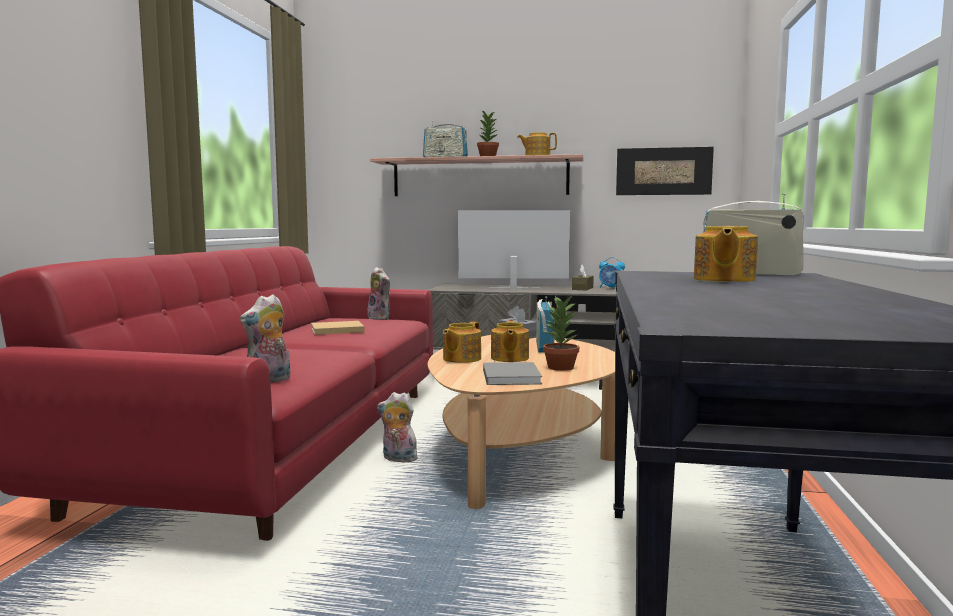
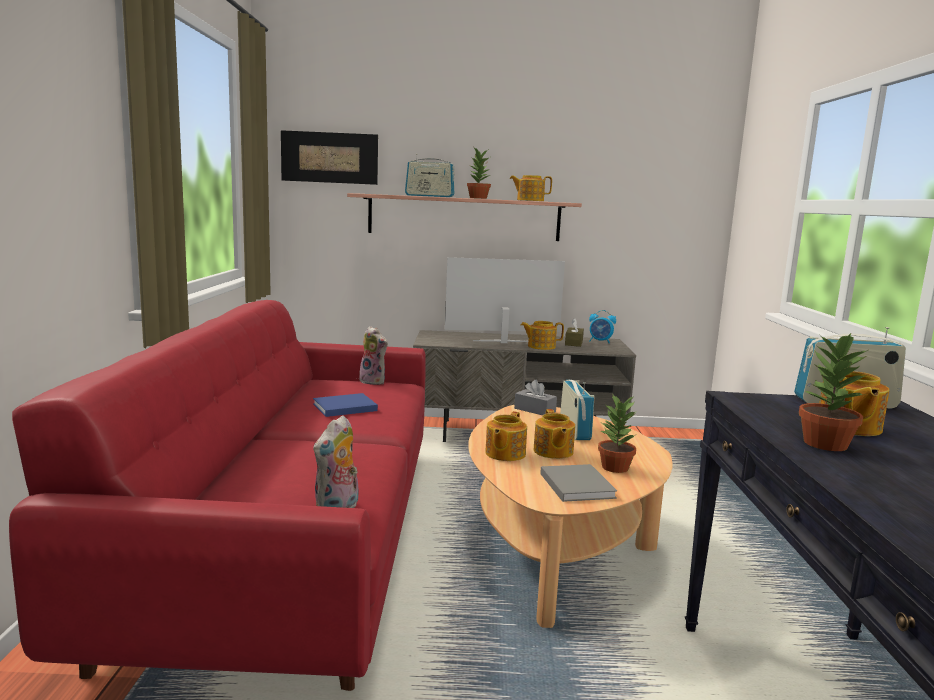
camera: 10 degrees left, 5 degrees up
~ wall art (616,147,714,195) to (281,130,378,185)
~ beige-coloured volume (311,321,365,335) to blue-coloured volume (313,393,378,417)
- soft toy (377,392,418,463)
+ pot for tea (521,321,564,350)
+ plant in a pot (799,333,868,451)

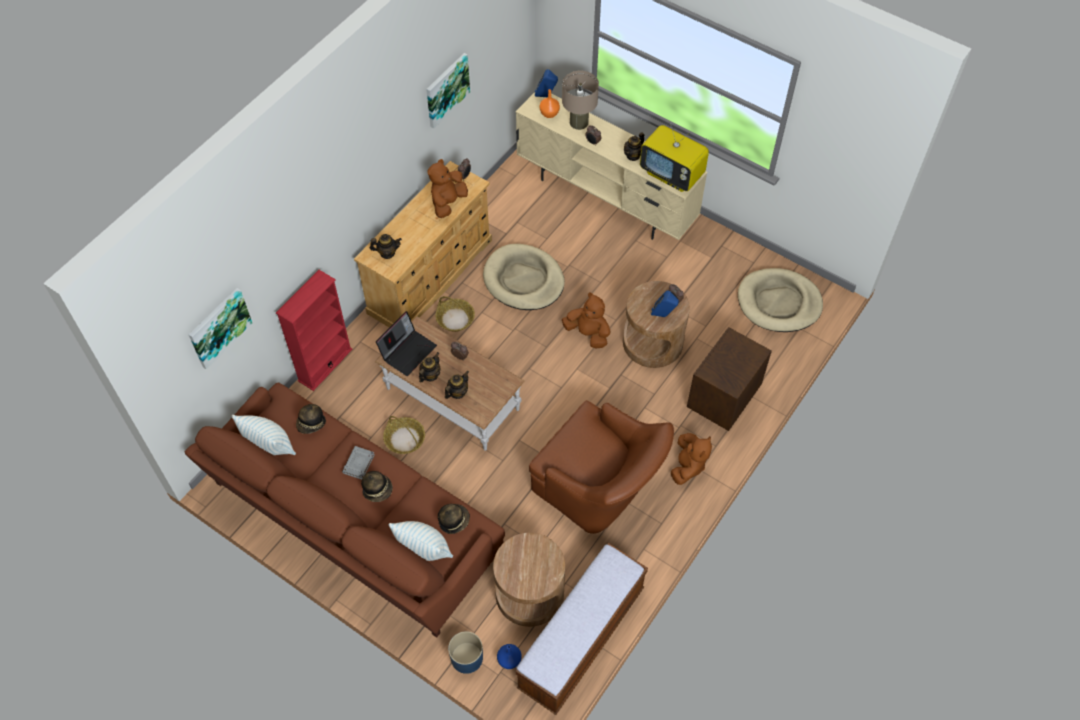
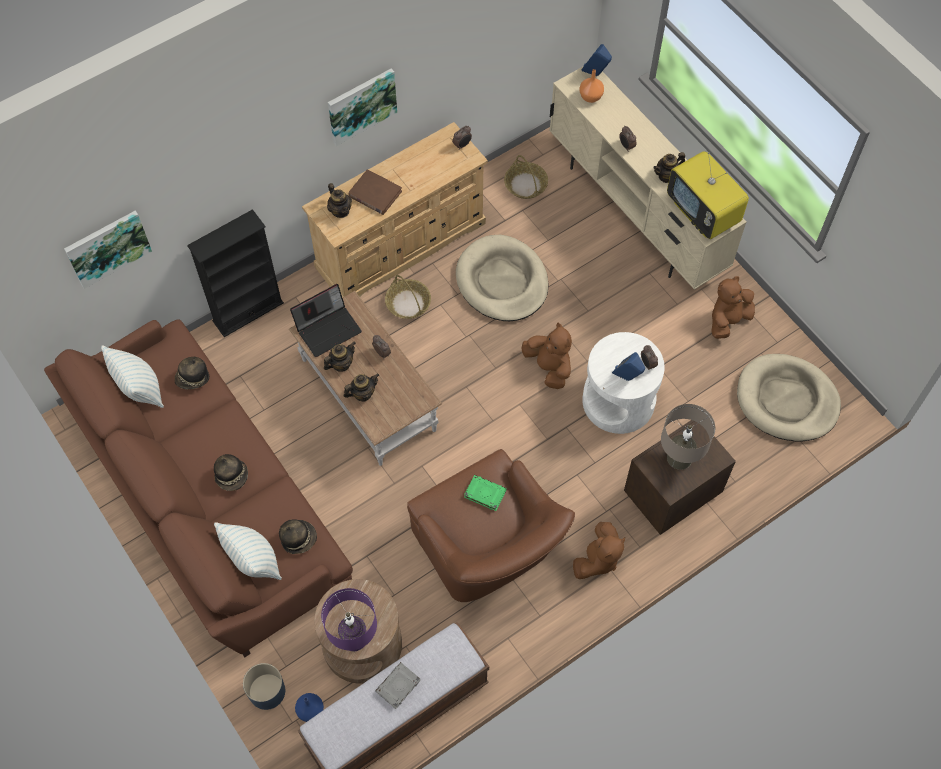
camera: 20 degrees right, 5 degrees up
~ wall art (426,53,470,129) to (328,68,397,146)
~ beige-coloured tabletop lamp (562,71,599,130) to (661,404,715,470)
~ brown soft toy (427,159,468,218) to (711,276,755,339)
~ pot for tea (370,234,402,259) = (327,183,352,218) 45 degrees clockwise
~ reddish shelving unit (276,270,352,391) to blackish shelving unit (187,209,284,337)
~ brown end table (623,281,690,368) to whitish end table (582,332,665,434)
~ household basket (383,416,425,454) to (504,155,548,199)
~ greyish volume (342,446,375,480) to (375,662,421,709)
+ brown volume (348,169,402,215)
+ green volume (464,475,507,511)
+ purple-coloured tabletop lamp (321,588,377,651)

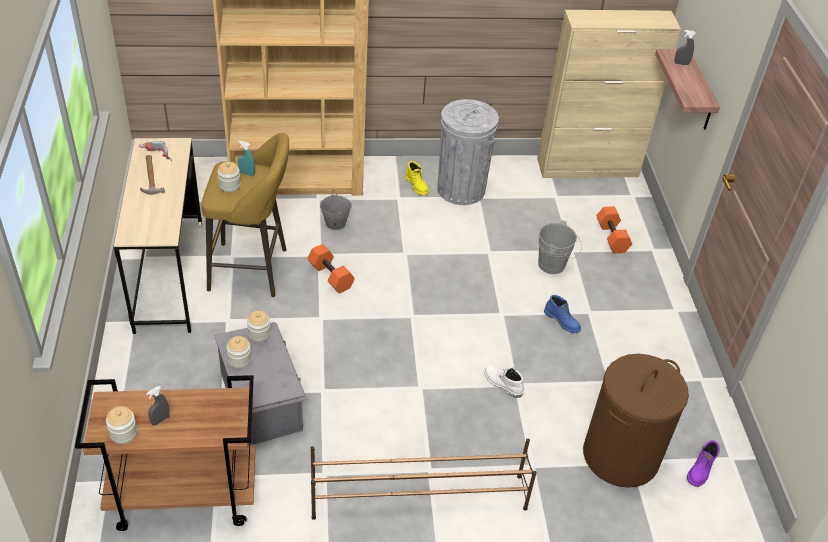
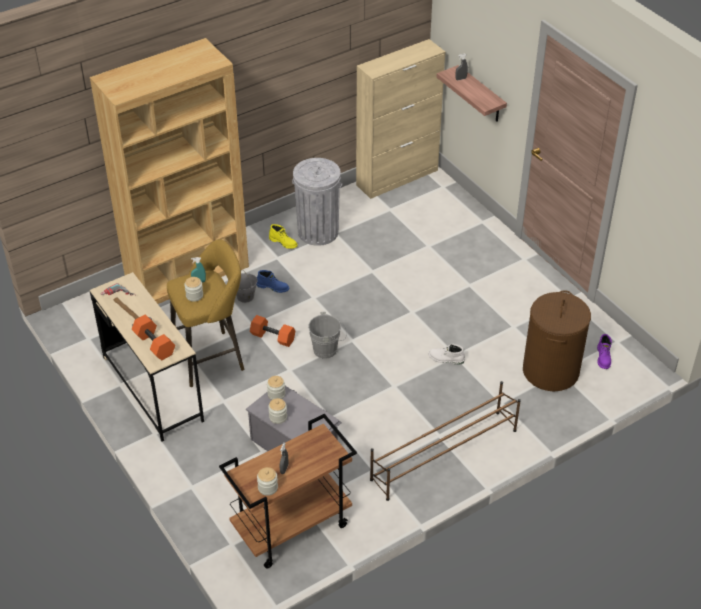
camera: 25 degrees left, 0 degrees up
~ orange free weight (596,206,632,254) to (132,315,175,360)
~ greyish water bucket (538,220,582,274) to (308,312,347,359)
~ blue-coloured tall boot (544,295,581,333) to (256,270,289,293)

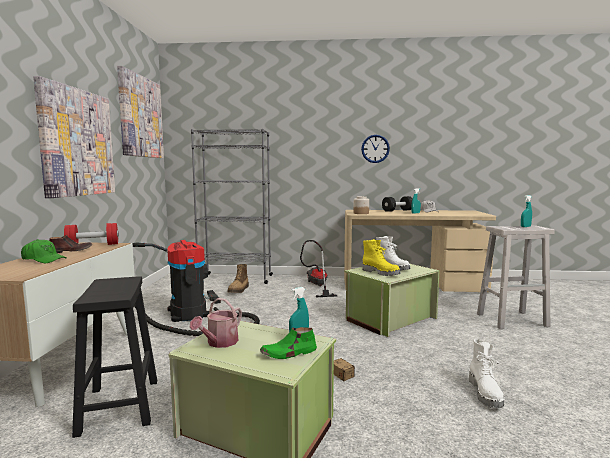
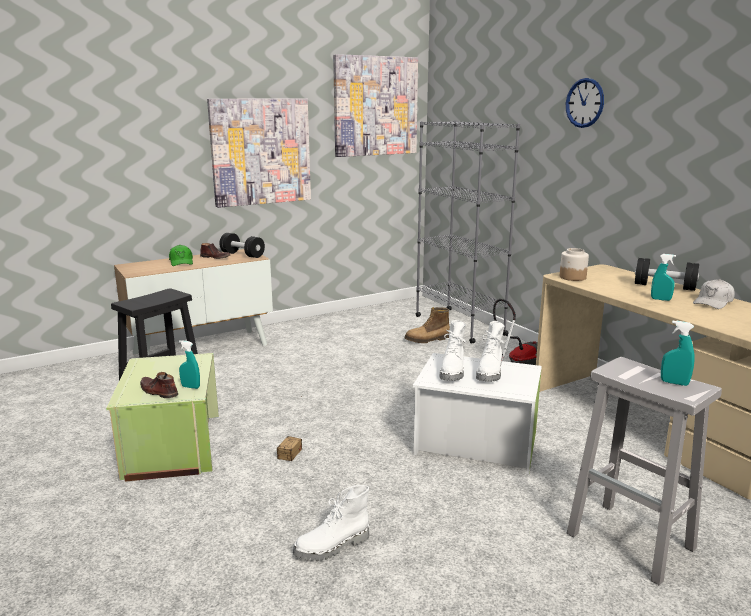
camera: 55 degrees right, 10 degrees up
~ hanging clock (361,135,390,163) to (566,78,604,128)
~ reddish free weight (64,223,119,245) to blackish free weight (220,233,265,258)
~ yellow tall boot (362,239,401,276) to whitish tall boot (439,320,466,381)
- hoover (132,240,260,336)
~ green storage box (344,264,440,337) to whitish storage box (413,353,542,475)
- watering pot (190,298,242,348)
~ green low shoe (260,327,317,359) to brown low shoe (140,372,178,398)

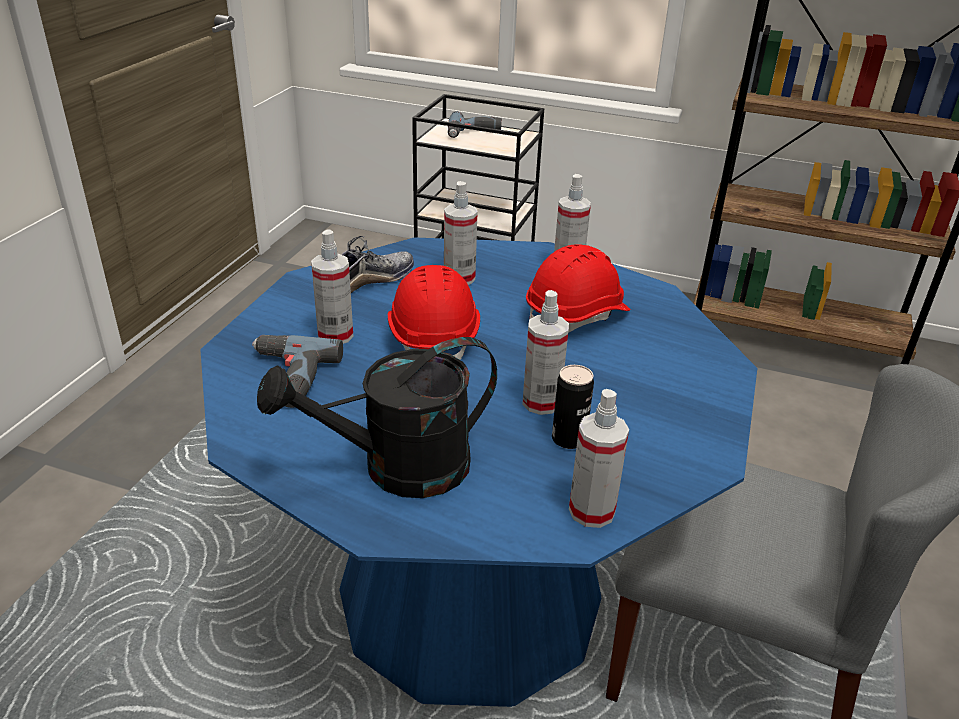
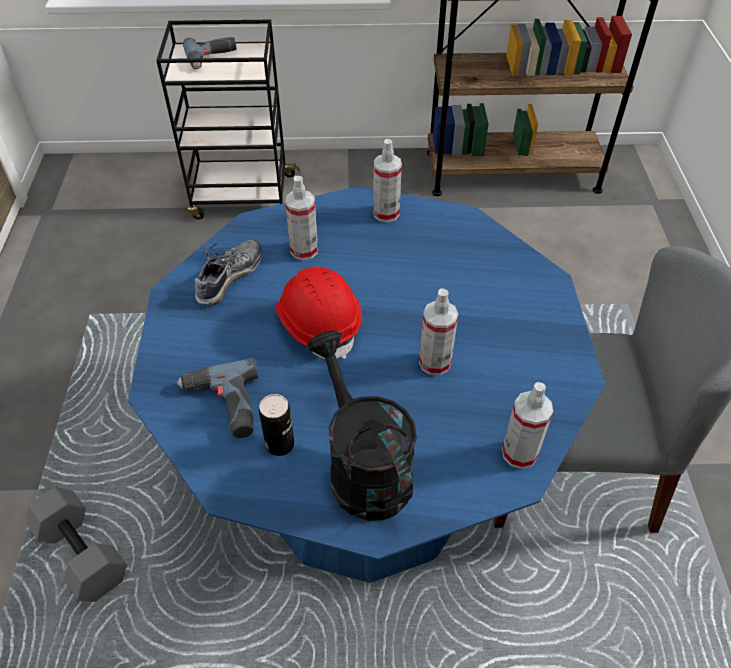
camera: 20 degrees left, 15 degrees up
- hand sprayer (311,229,353,344)
- reddish safety helmet (526,244,631,333)
~ blackish watering pot (257,337,497,498) = (307,330,417,521) 105 degrees clockwise
~ can (552,365,594,449) to (259,394,295,456)
+ greyish free weight (26,487,127,602)

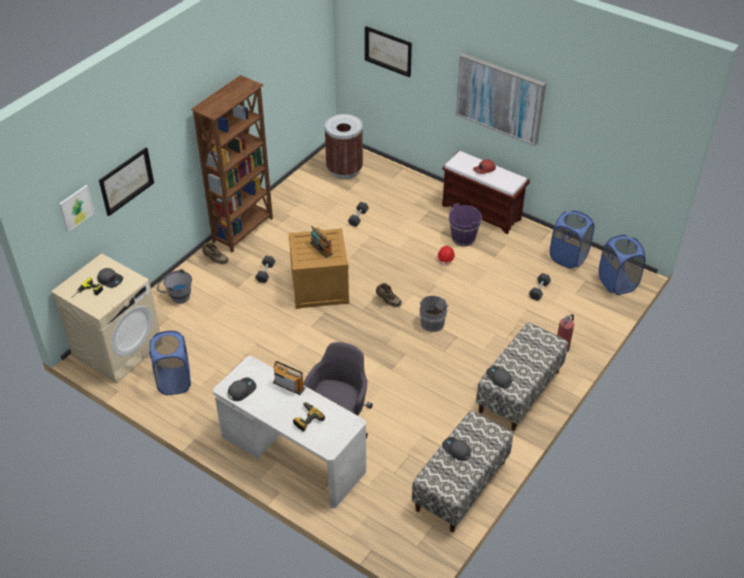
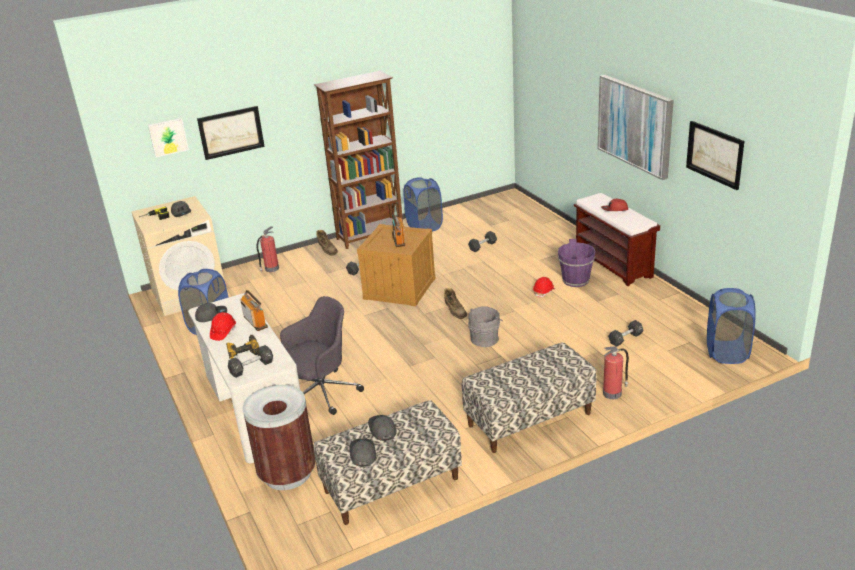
camera: 30 degrees right, 15 degrees down
~ wall art (365,26,412,78) to (686,121,744,190)
~ brown trash can (325,114,363,179) to (243,385,316,490)
~ blue-coloured hamper (550,211,594,269) to (403,177,443,232)
~ greyish water bucket (157,269,192,303) to extinguisher (257,226,279,273)
~ greyish peaked cap (486,366,512,388) to (350,438,376,467)
+ reddish safety helmet (210,312,236,341)
+ blackish free weight (228,345,273,378)

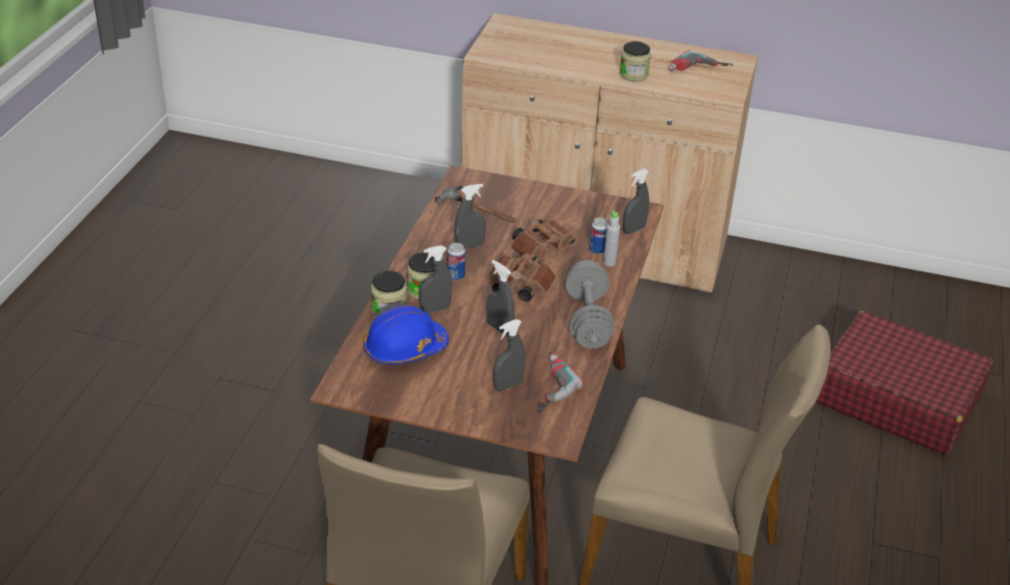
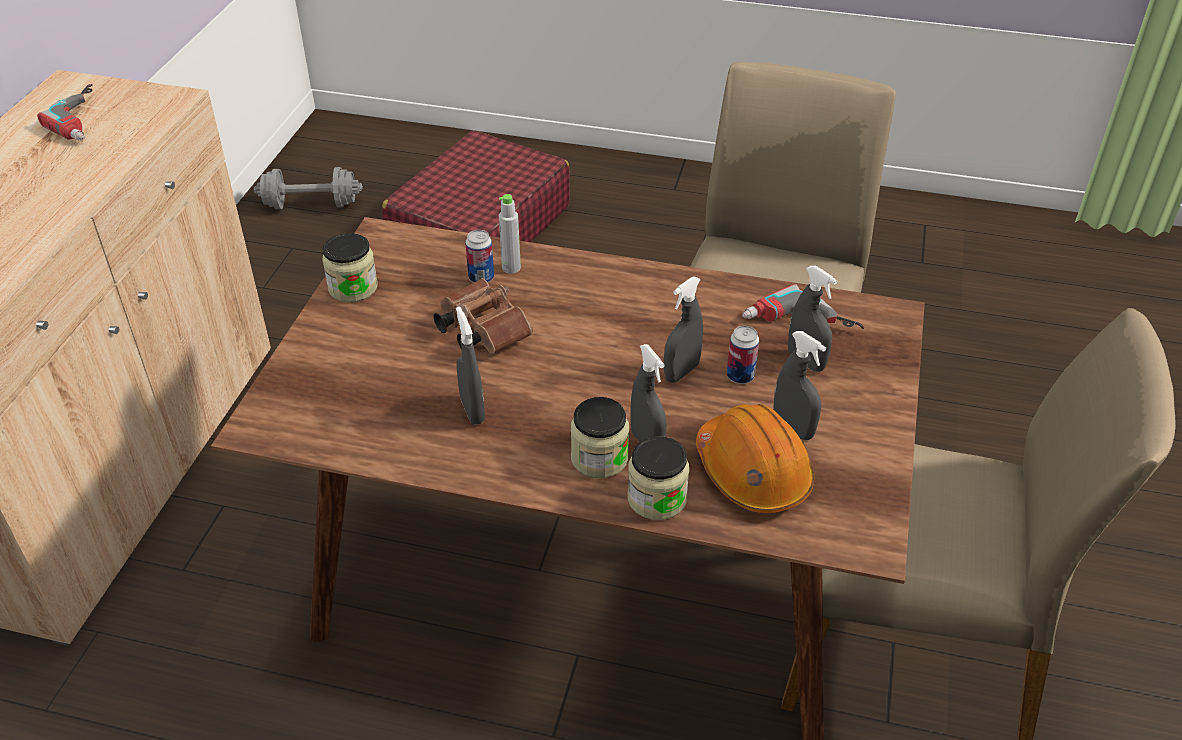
camera: 90 degrees left, 5 degrees up
~ preserve jar (620,41,651,81) to (322,233,378,302)
~ greyish hand sprayer (623,169,649,234) to (773,331,826,440)
- hand hammer (435,186,516,223)
~ can (447,243,465,280) to (727,326,759,384)
- brown field glasses (487,254,556,302)
~ greyish free weight (565,260,615,348) to (254,167,363,209)
~ blue-coloured safety helmet (363,305,449,364) to orange safety helmet (696,404,814,513)

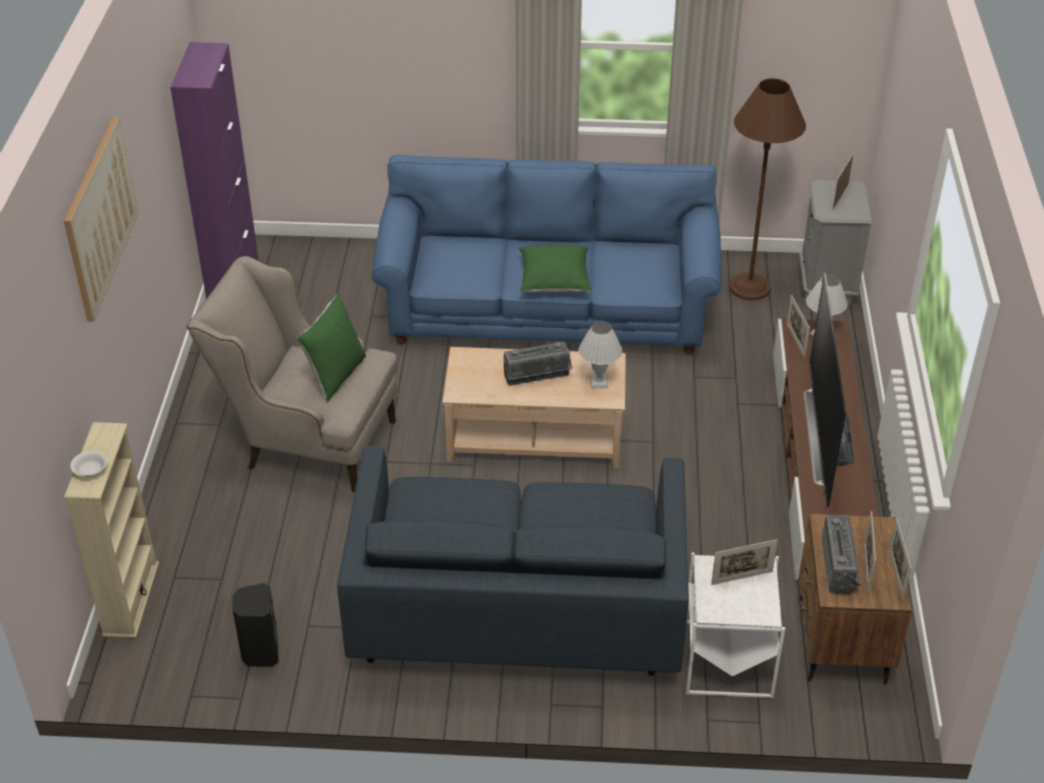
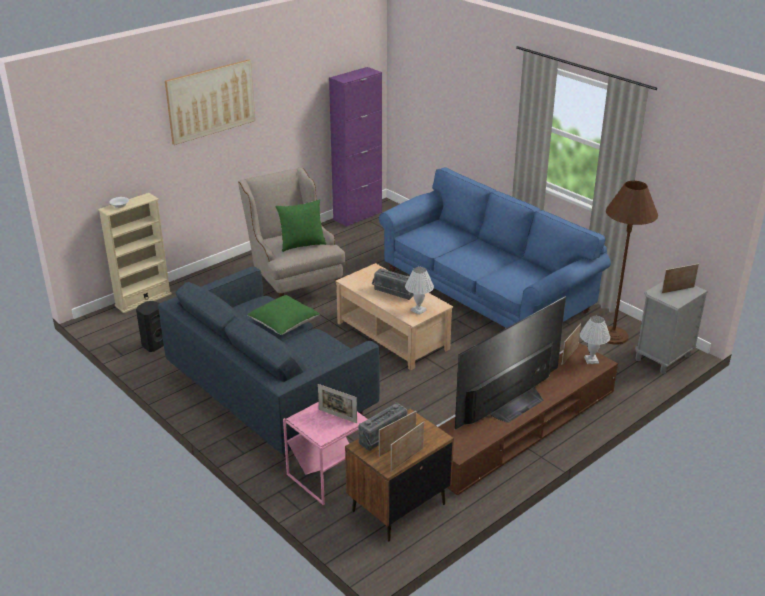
camera: 45 degrees right, 10 degrees down
~ green cushion (519,245,592,292) to (247,295,320,335)
~ whitish end table (686,552,785,698) to pink-coloured end table (283,402,367,505)

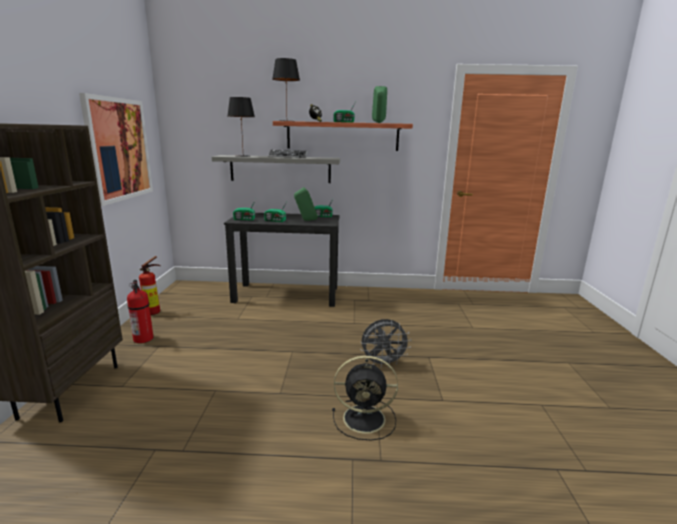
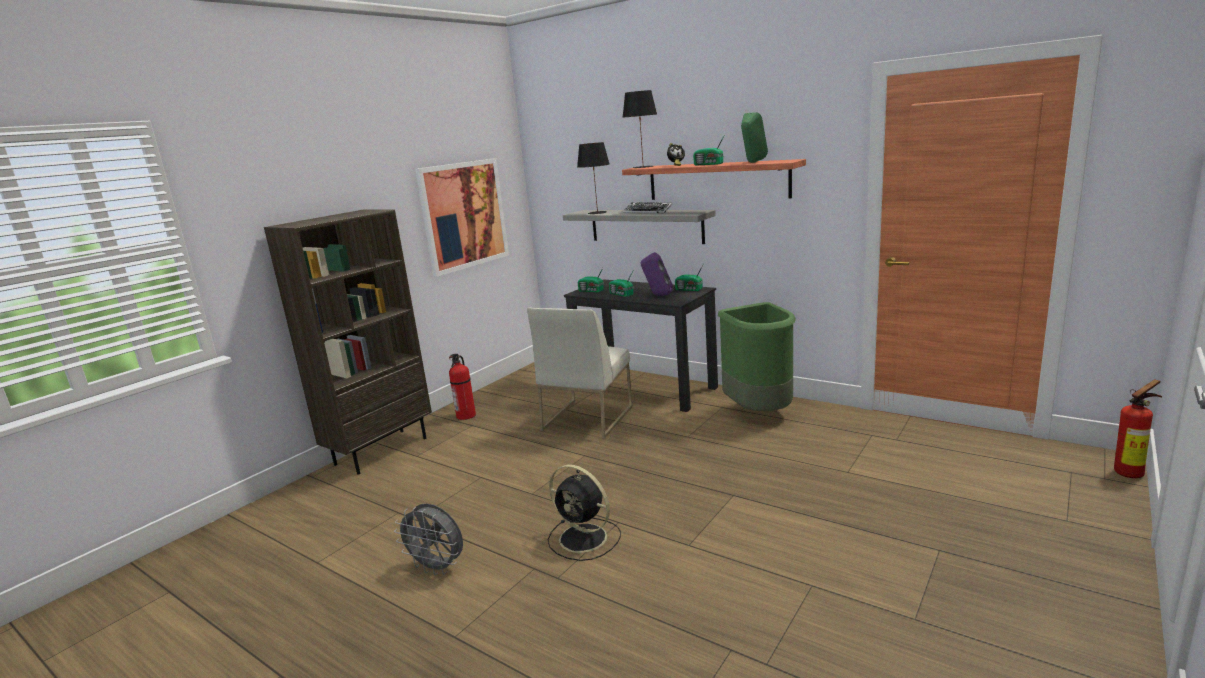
camera: 35 degrees right, 0 degrees up
~ green audio speaker (294,187,318,221) to purple-coloured audio speaker (641,252,673,296)
~ extinguisher (139,256,161,315) to (1114,379,1162,478)
~ greyish fan (360,319,411,368) to (394,504,463,575)
+ green trash can (718,302,796,411)
+ whitish chair (527,308,633,439)

